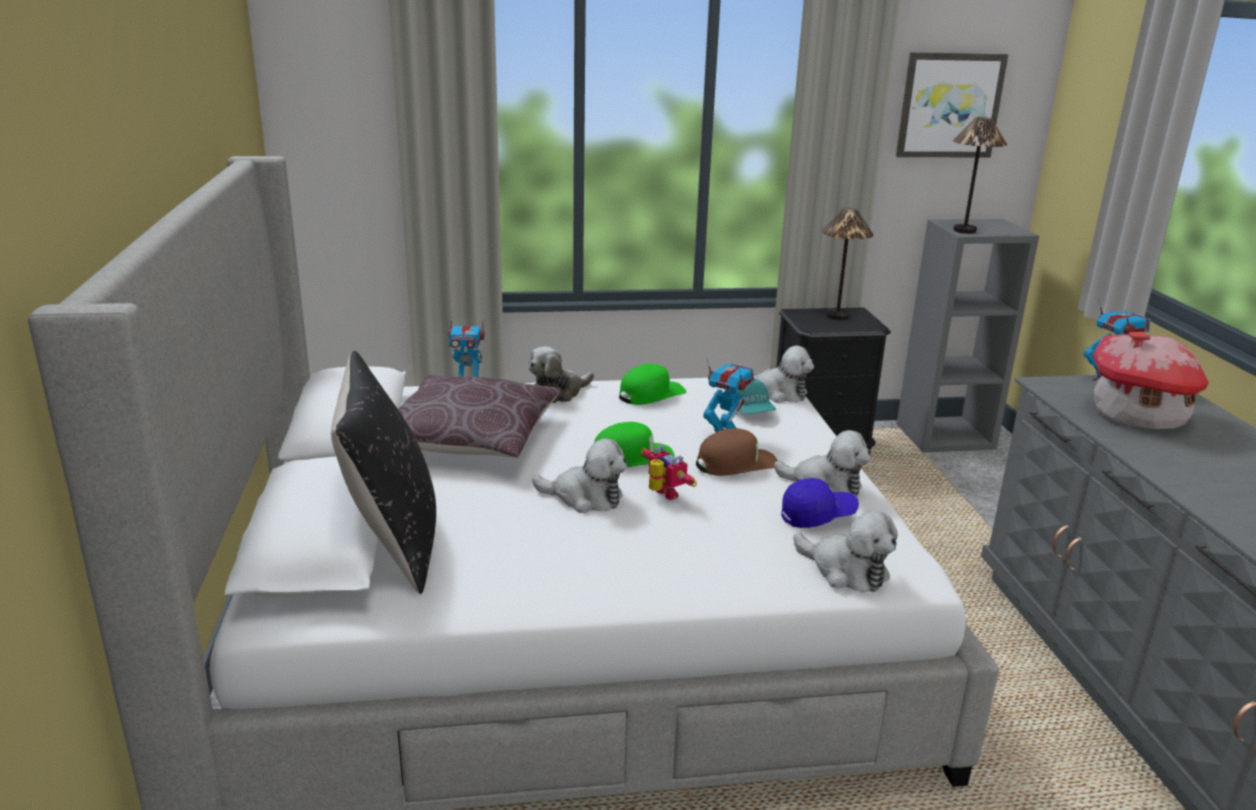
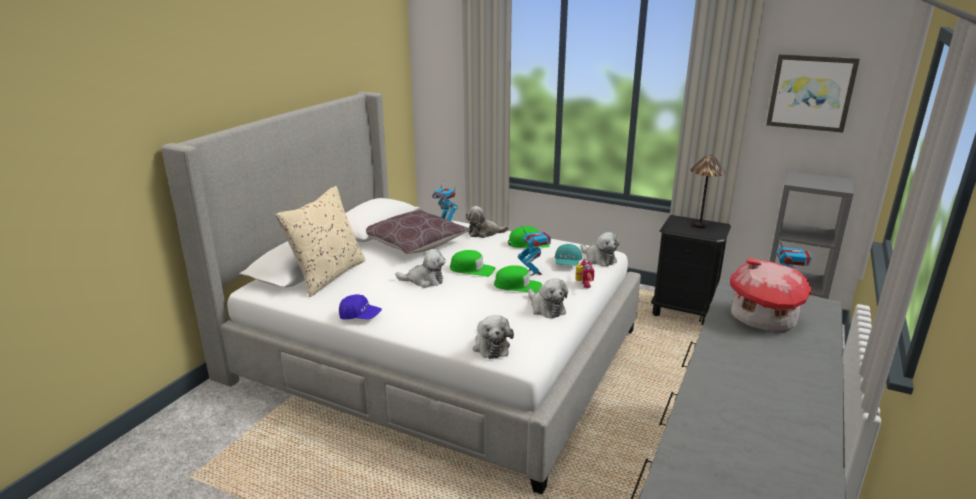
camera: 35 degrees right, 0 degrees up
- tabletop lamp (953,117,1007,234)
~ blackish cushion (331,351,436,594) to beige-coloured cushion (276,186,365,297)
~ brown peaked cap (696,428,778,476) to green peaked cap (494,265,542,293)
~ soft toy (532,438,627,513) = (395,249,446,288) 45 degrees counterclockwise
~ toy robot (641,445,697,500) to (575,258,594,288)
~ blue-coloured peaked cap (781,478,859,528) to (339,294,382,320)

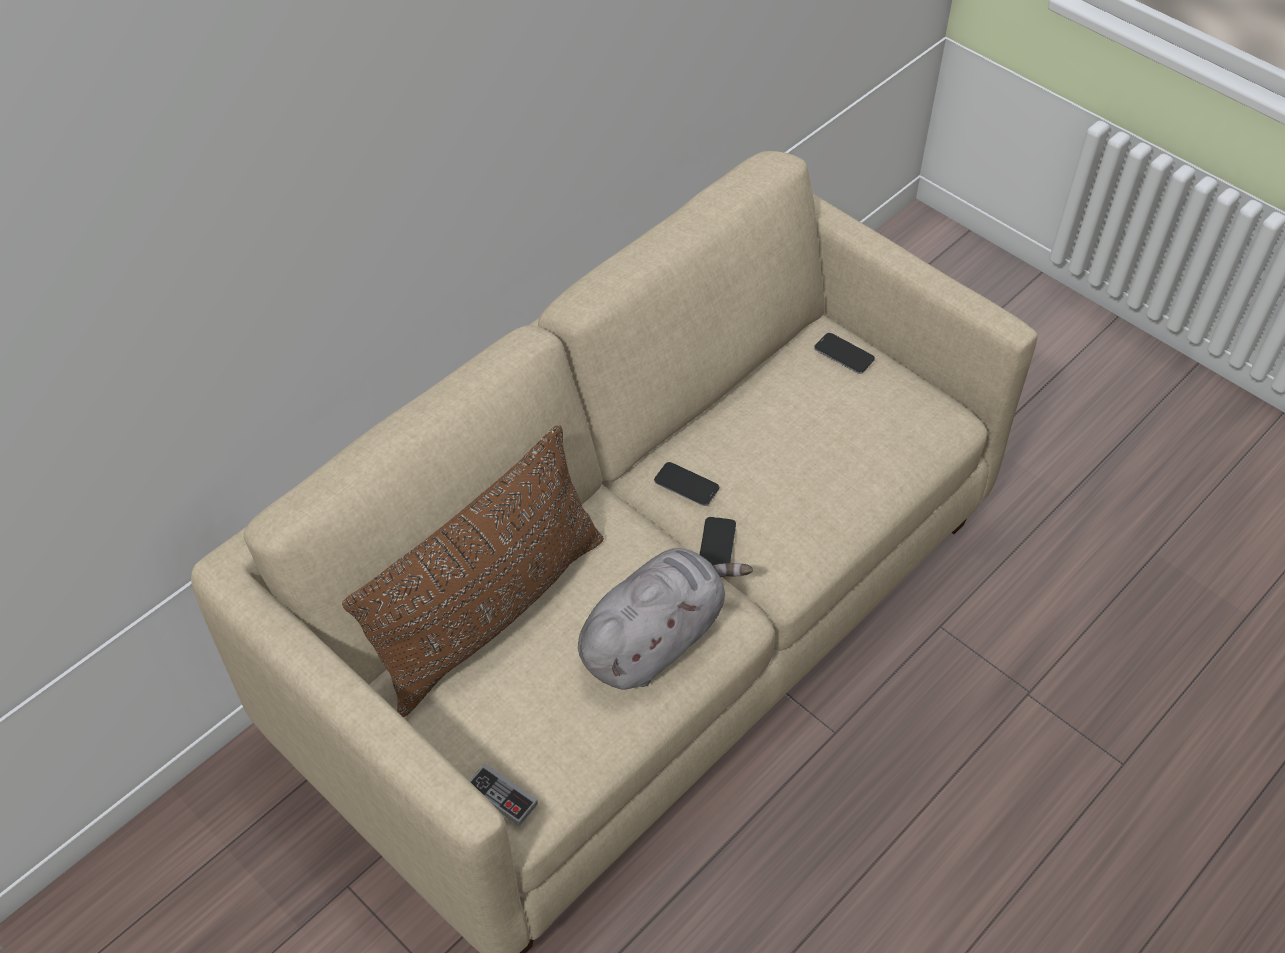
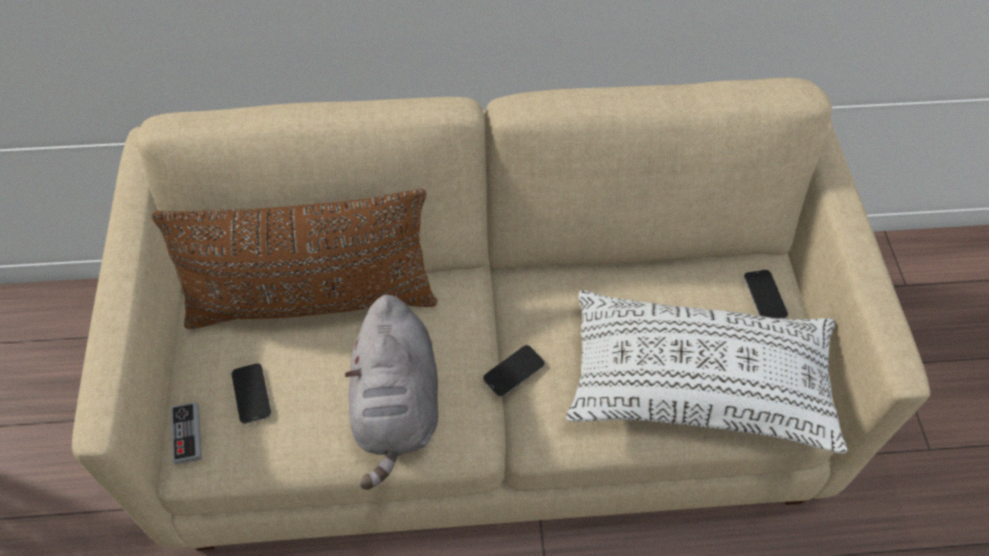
camera: 40 degrees right, 5 degrees up
~ handset (654,462,719,506) to (232,363,271,424)
~ greyish soft toy (578,548,753,689) = (345,295,438,490) 90 degrees clockwise
+ whitish cushion (566,290,848,453)

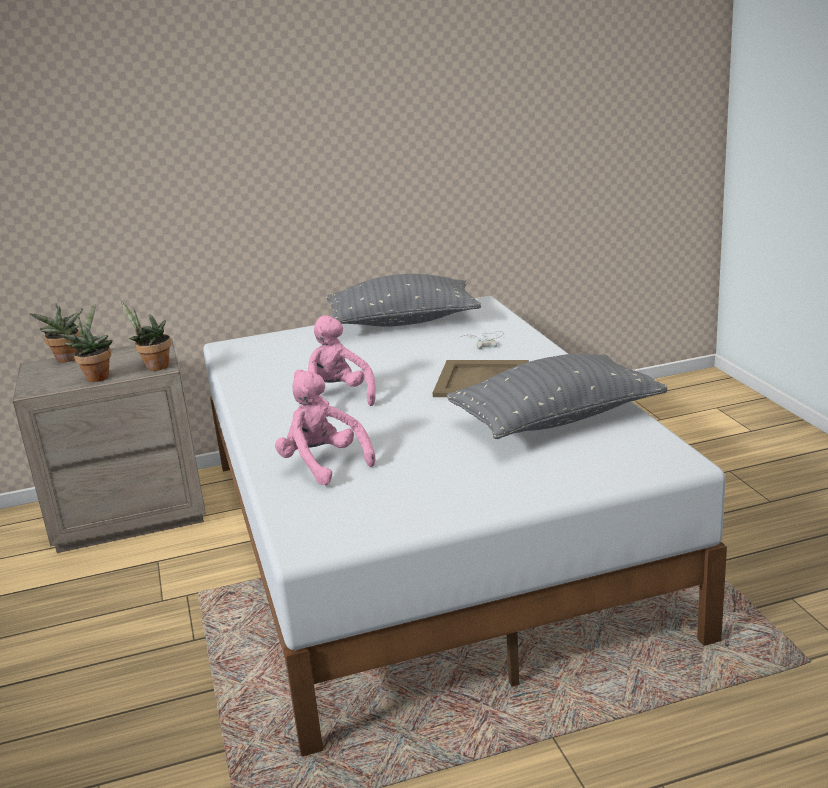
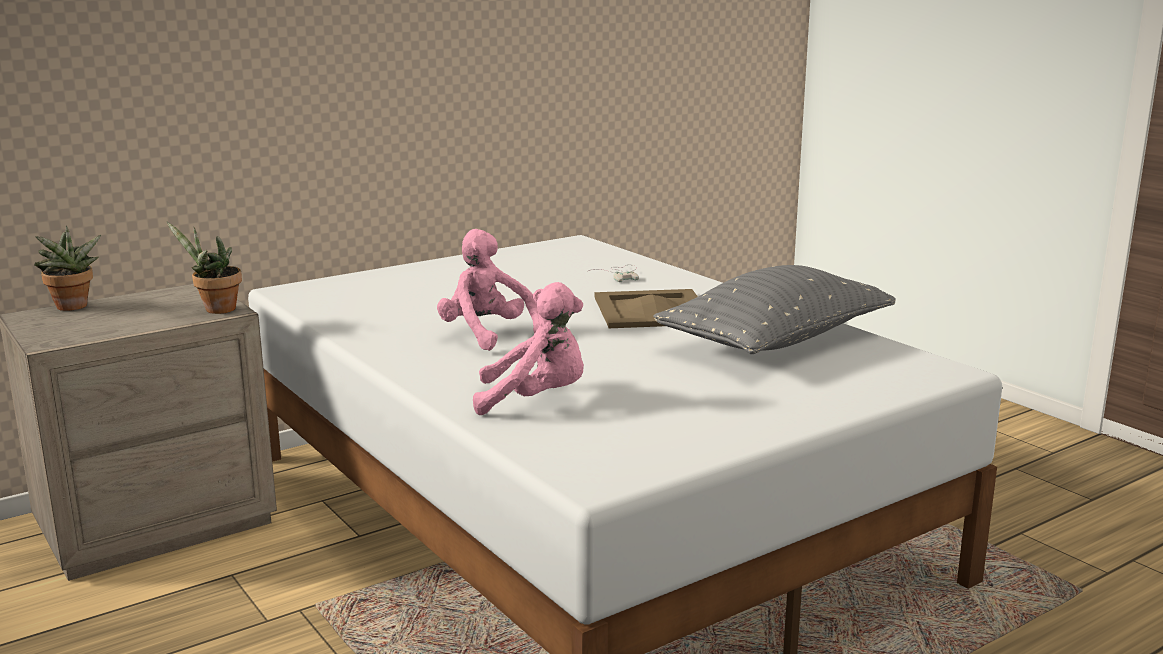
camera: 20 degrees left, 5 degrees down
- greyish cushion (326,274,481,327)
- plant in a pot (59,304,113,382)
~ pink-coloured soft toy (275,371,375,485) = (473,282,584,415) 150 degrees clockwise

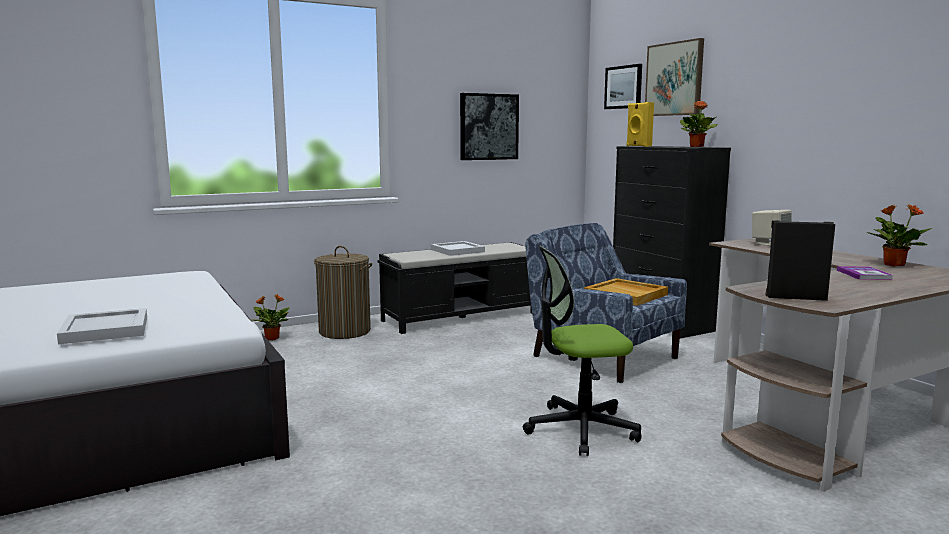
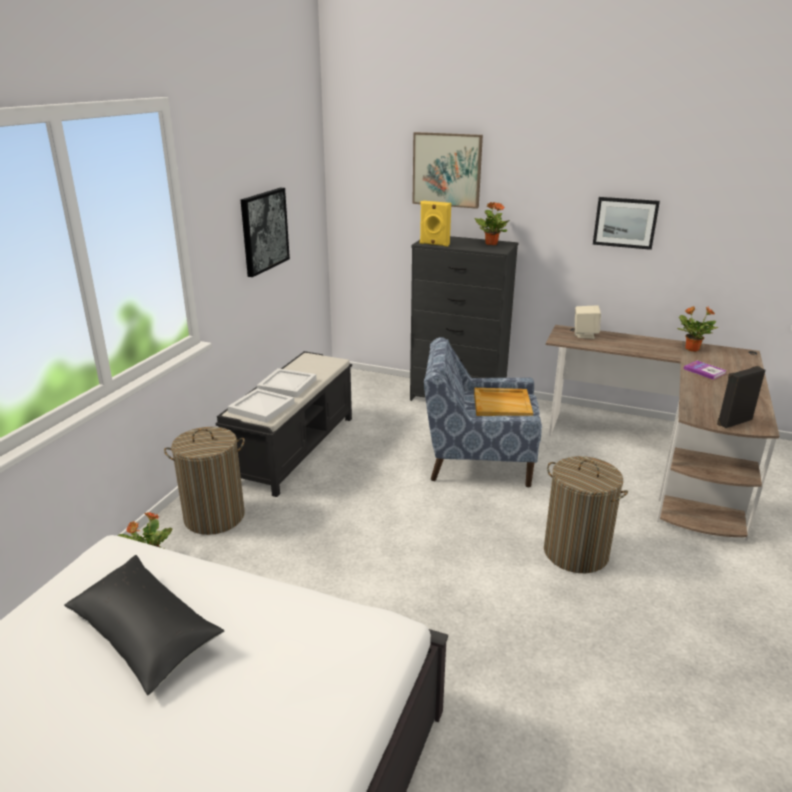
camera: 40 degrees left, 15 degrees up
~ wall art (604,64,642,109) to (593,197,660,250)
~ computer chair (523,246,642,456) to hamper (544,456,628,573)
~ whitish tray (57,308,147,344) to (228,388,295,423)
+ blackish cushion (64,555,224,695)

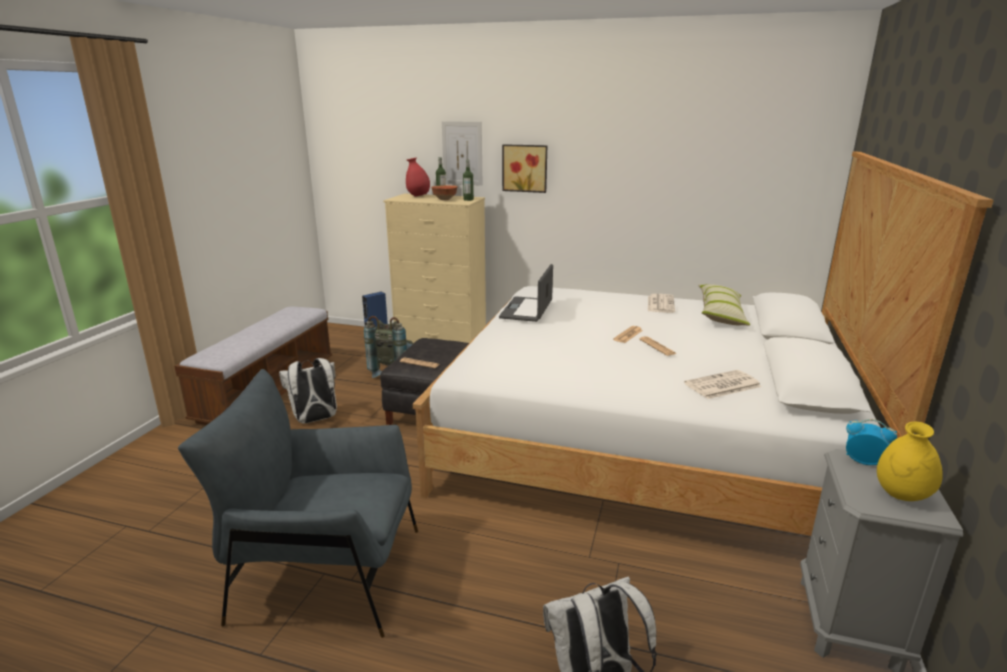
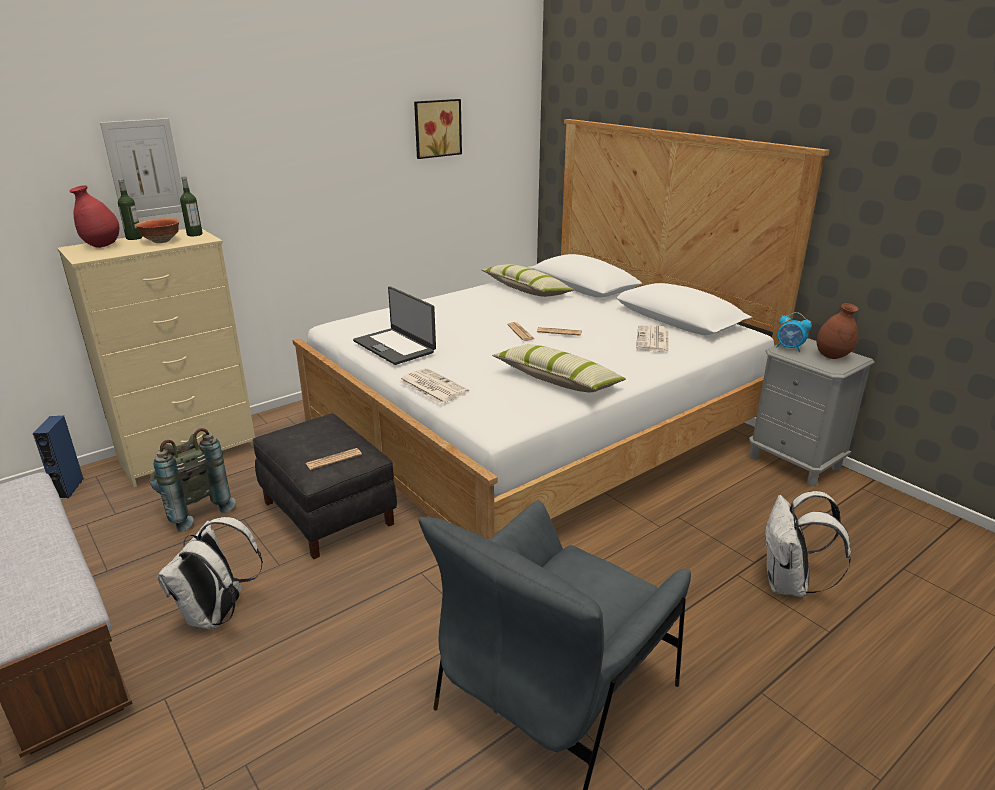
camera: 55 degrees left, 5 degrees up
~ wall art (502,144,547,193) to (414,99,462,159)
~ newspaper (648,294,675,313) to (399,368,469,404)
~ alarm clock (846,419,897,465) = (776,312,812,352) 120 degrees counterclockwise
~ yellow vase (877,422,943,501) to brown vase (817,303,858,359)
+ cushion (492,344,626,393)

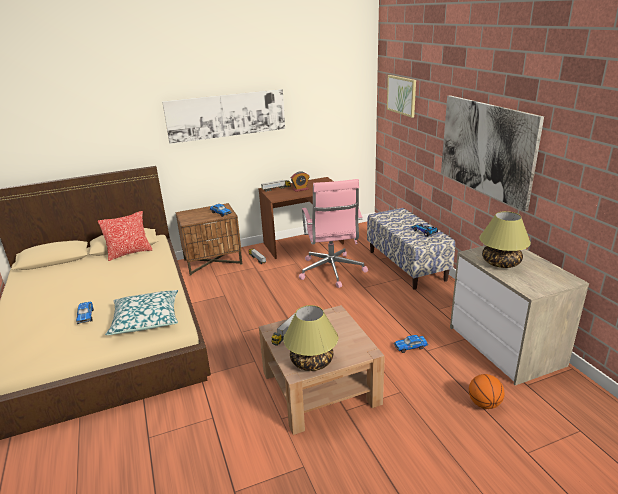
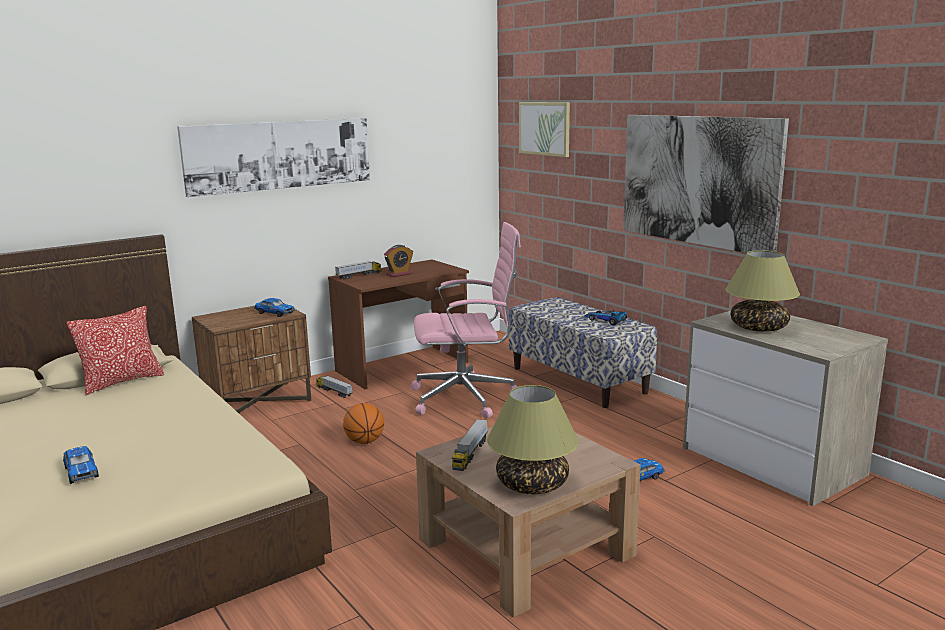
camera: 15 degrees left, 10 degrees down
~ pink-coloured computer chair (299,179,368,288) = (411,222,521,418) 75 degrees counterclockwise
- cushion (105,290,178,335)
~ ball for basketball (469,374,504,409) to (343,403,384,444)

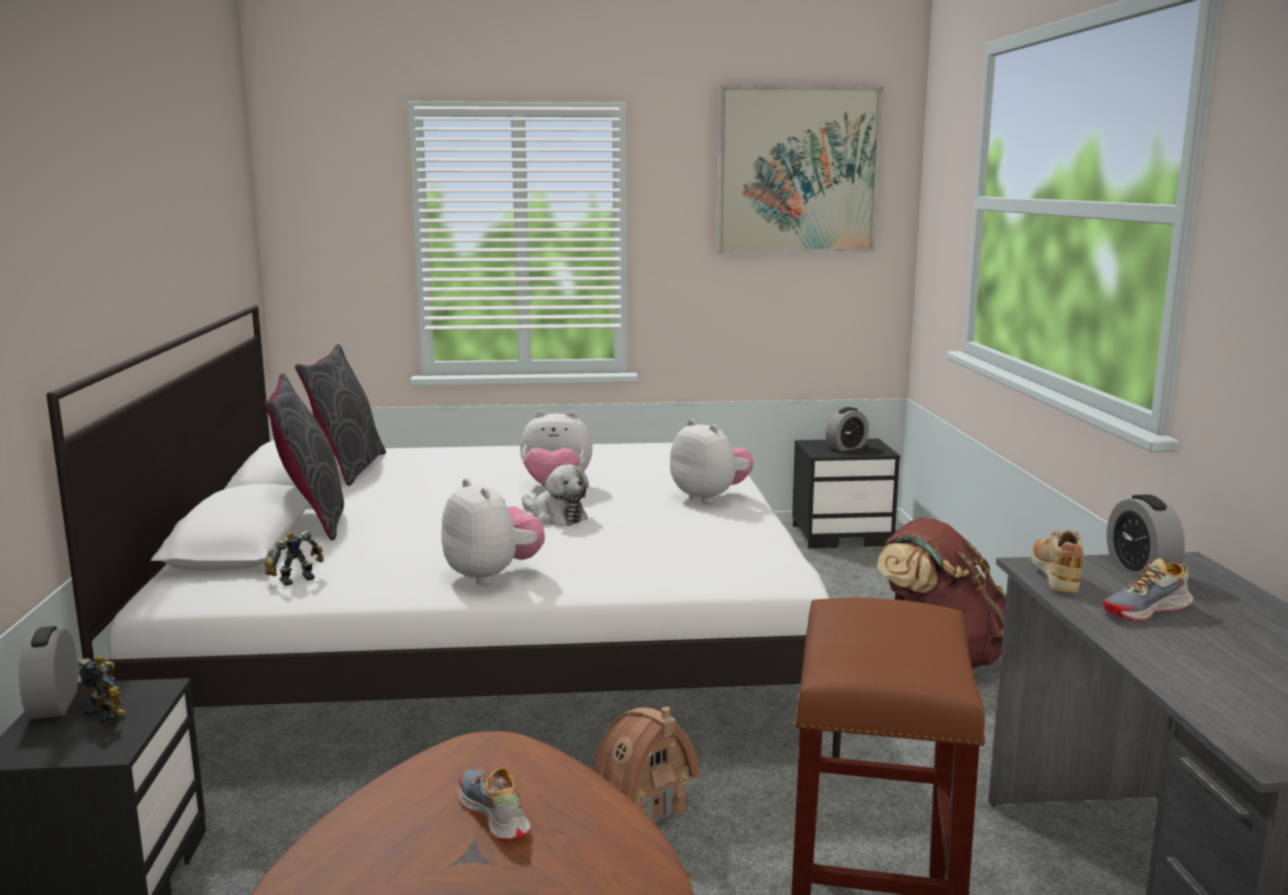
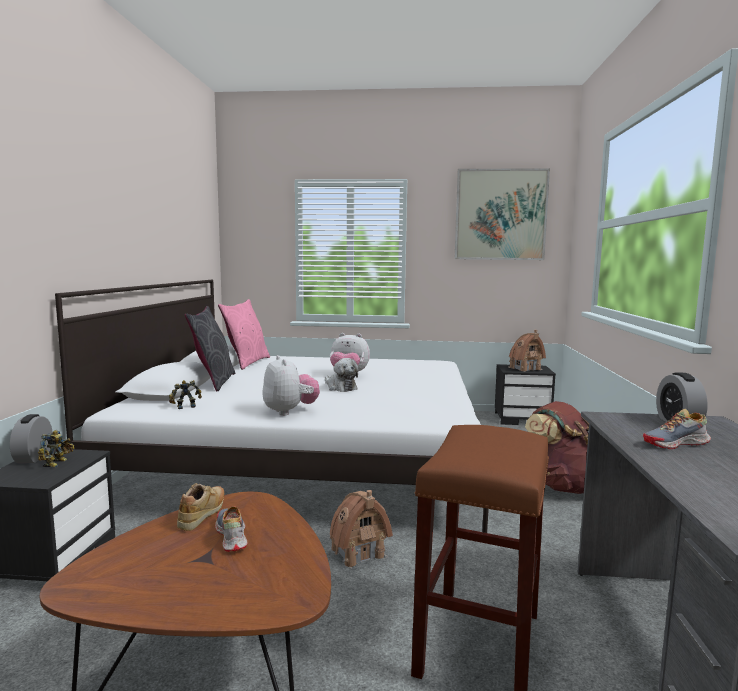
camera: 10 degrees right, 5 degrees down
~ greyish cushion (295,344,386,486) to pink-coloured cushion (218,299,270,370)
~ alarm clock (826,407,869,451) to toy house (508,330,546,372)
- soft toy (670,419,754,504)
~ beige-coloured low shoe (1031,529,1084,594) to (177,483,224,531)
~ toy robot (77,655,128,724) = (38,430,74,468) 45 degrees clockwise

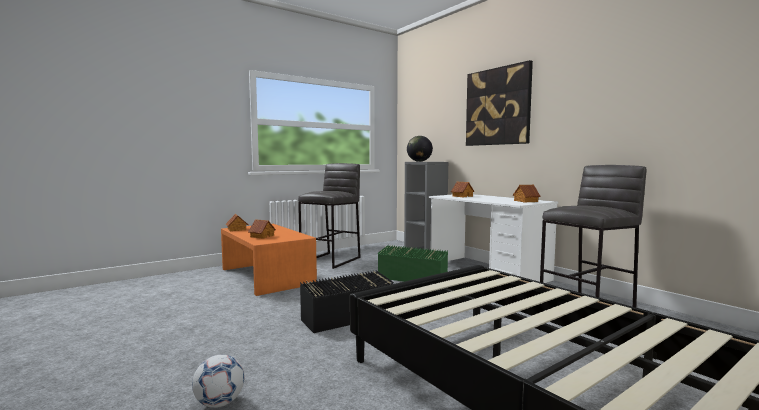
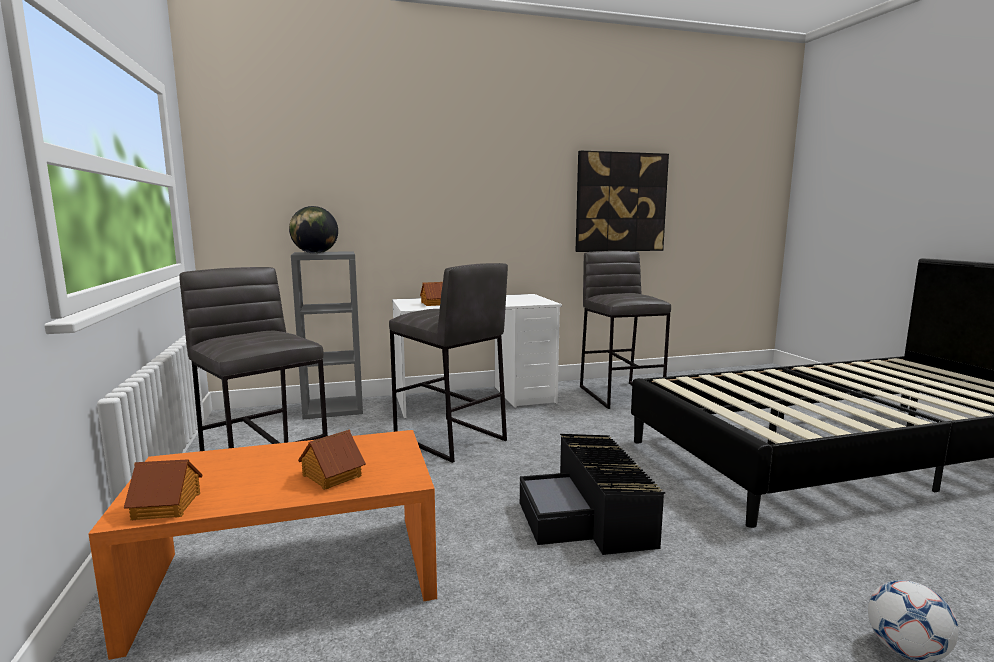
camera: 70 degrees left, 5 degrees up
~ wall art (466,60,533,146) to (575,151,669,252)
- toy house (513,185,541,202)
~ green storage box (378,245,448,282) to greyish sitting stool (389,263,508,463)

